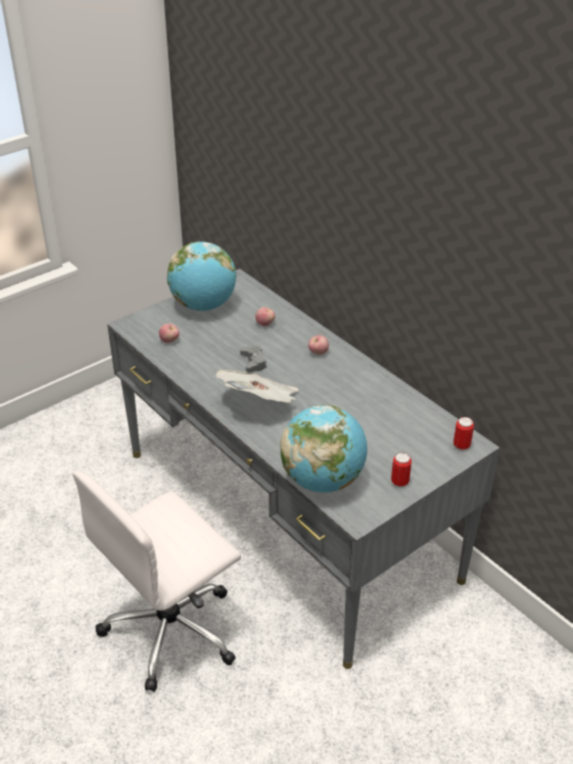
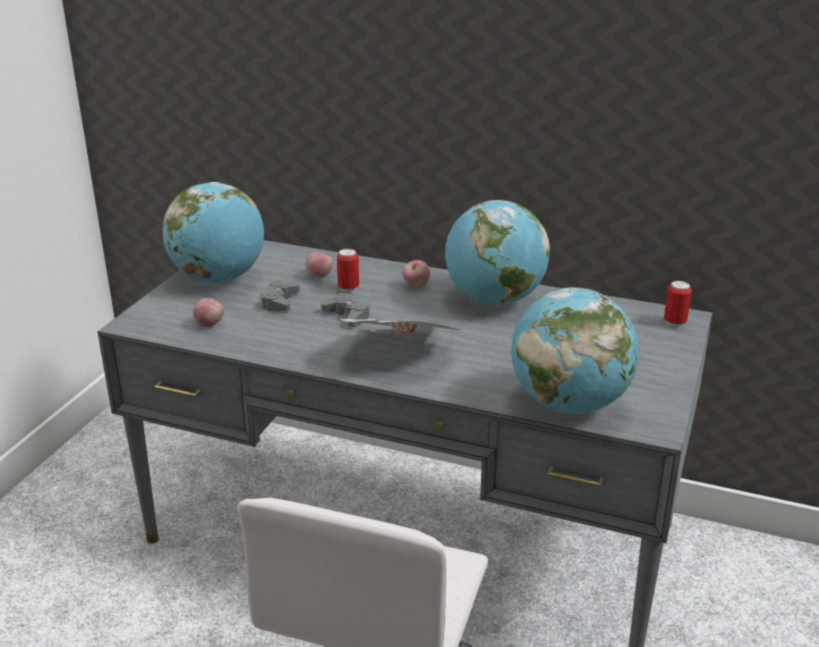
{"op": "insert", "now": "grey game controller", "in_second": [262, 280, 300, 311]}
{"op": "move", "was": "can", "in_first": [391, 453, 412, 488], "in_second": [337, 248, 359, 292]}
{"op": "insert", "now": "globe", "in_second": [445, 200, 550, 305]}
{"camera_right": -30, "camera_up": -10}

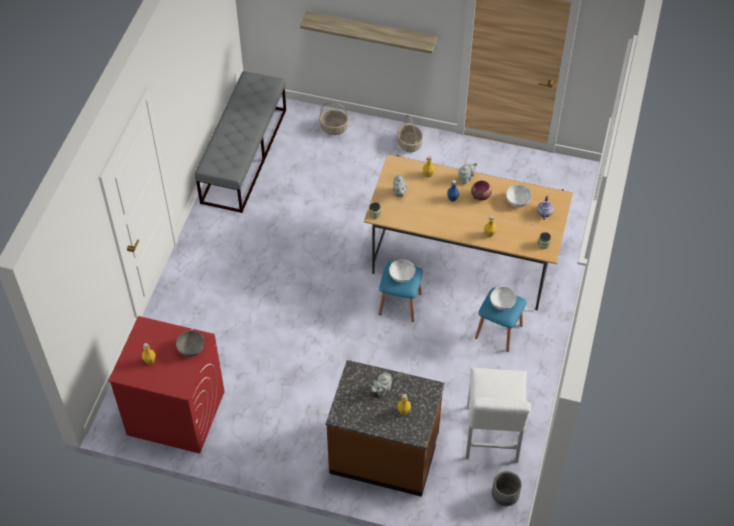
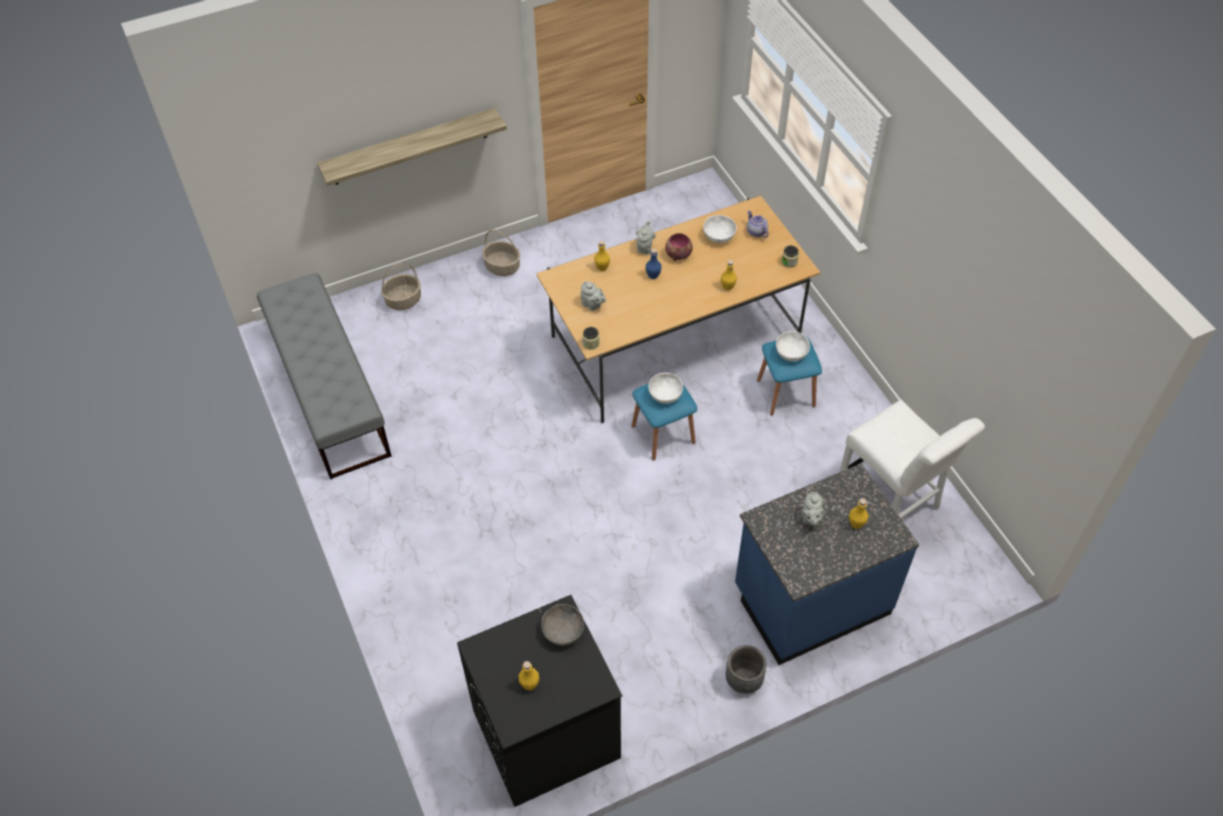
{"op": "recolor", "was": "red washing machine", "now": "black washing machine", "in_first": [108, 316, 225, 454], "in_second": [457, 595, 622, 807]}
{"op": "move", "was": "grey planter", "in_first": [492, 471, 521, 506], "in_second": [726, 645, 767, 694]}
{"op": "recolor", "was": "brown counter", "now": "blue counter", "in_first": [326, 360, 445, 497], "in_second": [735, 464, 919, 665]}
{"camera_right": -40, "camera_up": 0}

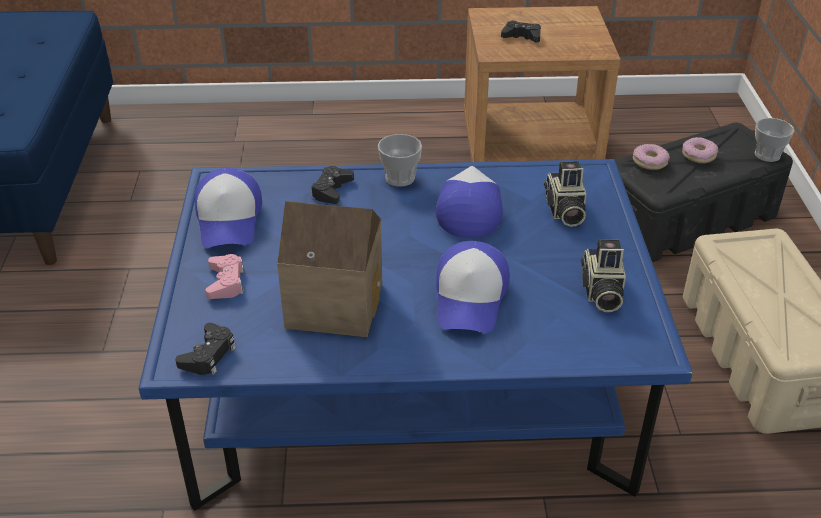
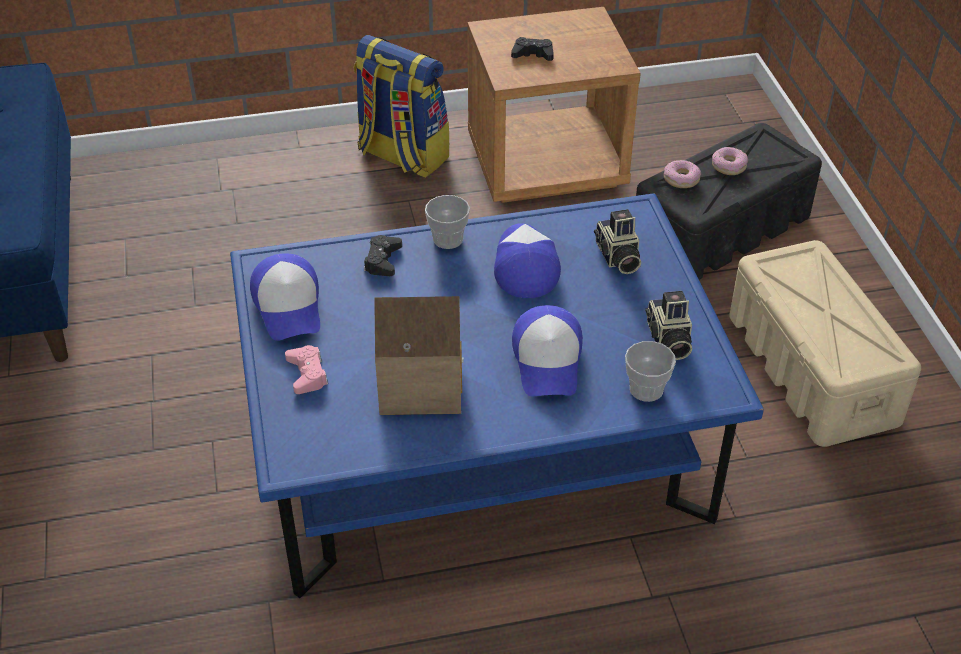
{"op": "insert", "now": "backpack", "in_second": [354, 35, 449, 178]}
{"op": "move", "was": "cup", "in_first": [755, 118, 794, 162], "in_second": [625, 341, 676, 402]}
{"op": "delete", "was": "black game controller", "in_first": [175, 323, 236, 375]}
{"camera_right": -10, "camera_up": 5}

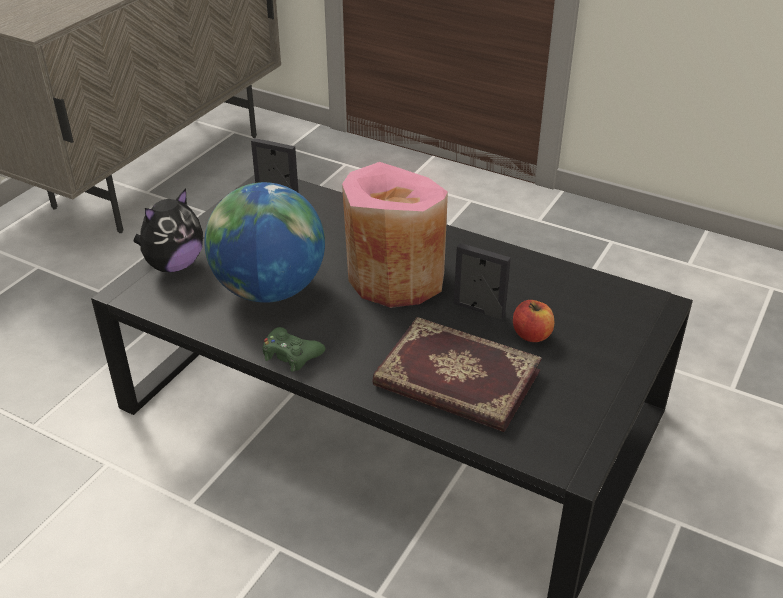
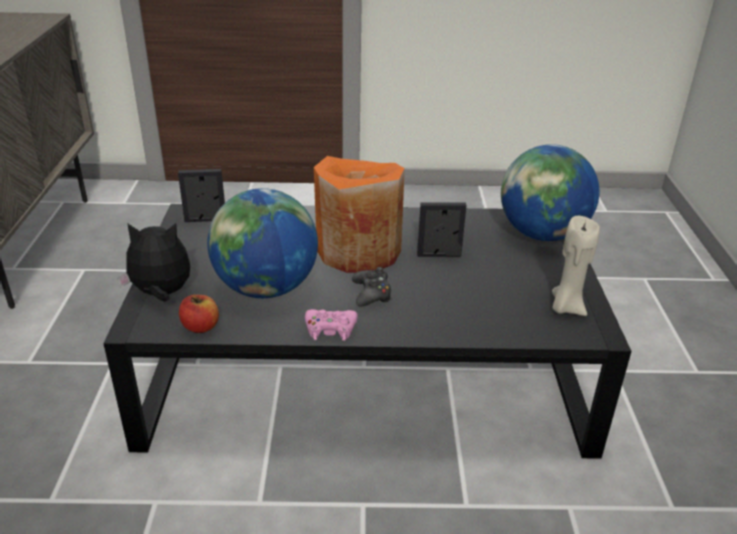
{"op": "rotate", "was": "plush toy", "in_first": [133, 189, 203, 272], "in_second": [117, 223, 190, 302], "clockwise": -105}
{"op": "move", "was": "apple", "in_first": [513, 300, 554, 342], "in_second": [179, 295, 219, 333]}
{"op": "recolor", "was": "green game controller", "now": "pink game controller", "in_first": [262, 327, 325, 372], "in_second": [305, 309, 358, 341]}
{"op": "recolor", "was": "pink vase", "now": "orange vase", "in_first": [342, 162, 448, 308], "in_second": [314, 156, 405, 273]}
{"op": "insert", "now": "black game controller", "in_second": [352, 267, 392, 306]}
{"op": "insert", "now": "globe", "in_second": [501, 144, 599, 241]}
{"op": "insert", "now": "beige candle", "in_second": [552, 216, 600, 316]}
{"op": "delete", "was": "book", "in_first": [372, 317, 542, 432]}
{"camera_right": -30, "camera_up": -5}

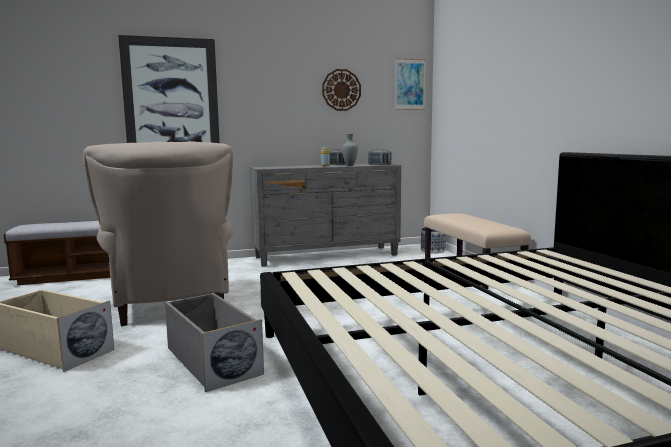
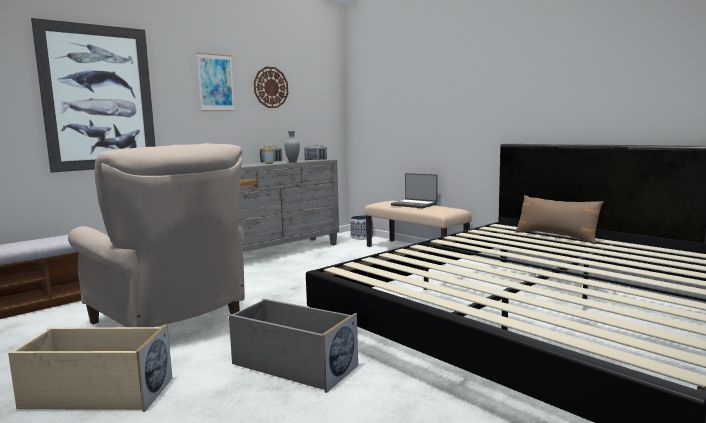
{"op": "move", "was": "picture", "in_first": [395, 58, 426, 110], "in_second": [197, 53, 235, 111]}
{"op": "insert", "now": "laptop", "in_second": [391, 173, 438, 208]}
{"op": "insert", "now": "brown pillow", "in_second": [515, 195, 604, 244]}
{"camera_right": -25, "camera_up": 0}

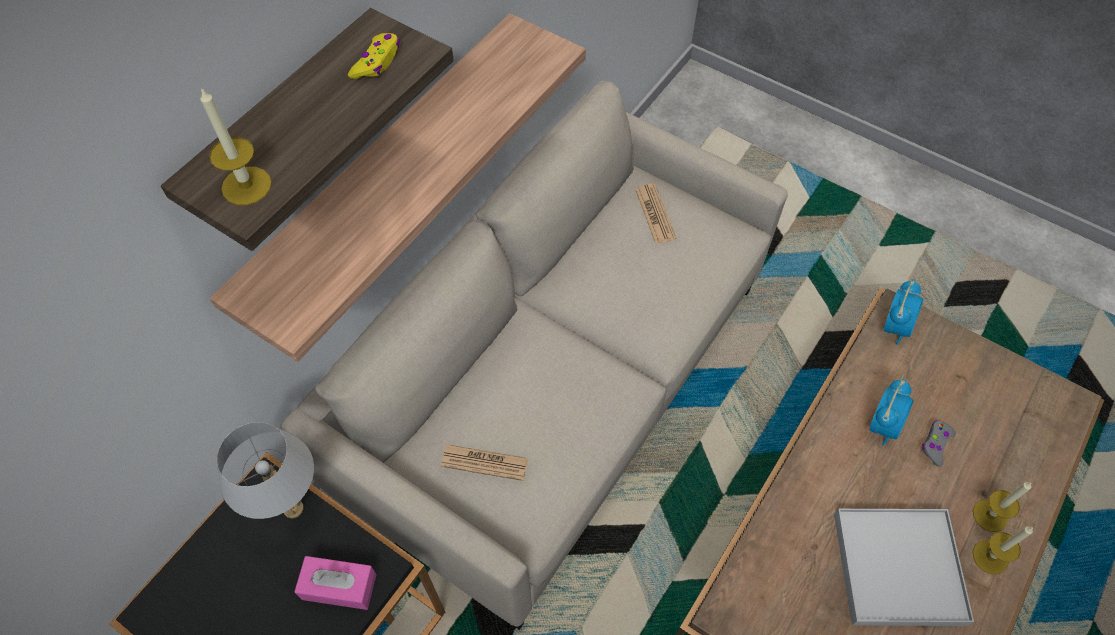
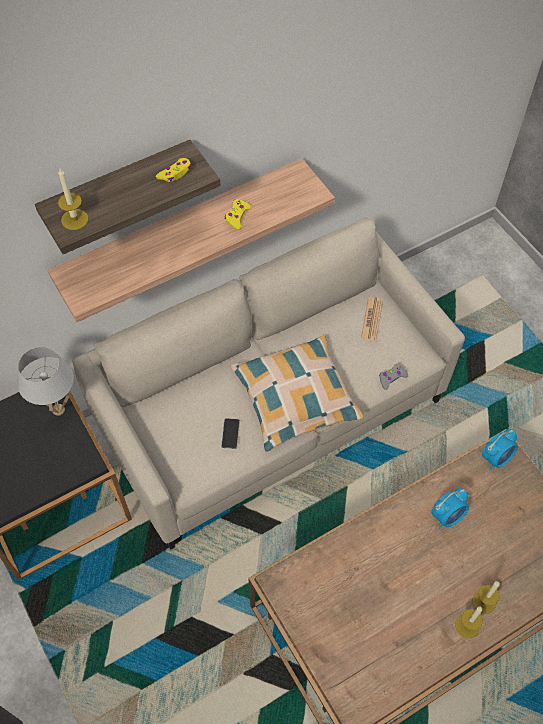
{"op": "insert", "now": "phone", "in_second": [221, 418, 240, 449]}
{"op": "insert", "now": "yellow game controller", "in_second": [225, 199, 252, 230]}
{"op": "insert", "now": "pillow", "in_second": [231, 336, 363, 452]}
{"op": "move", "was": "grey game controller", "in_first": [922, 421, 956, 467], "in_second": [379, 364, 408, 390]}
{"op": "delete", "was": "pink tissue box", "in_first": [294, 556, 377, 610]}
{"op": "delete", "was": "newspaper", "in_first": [441, 444, 528, 481]}
{"op": "delete", "was": "white tray", "in_first": [834, 509, 974, 626]}
{"camera_right": 25, "camera_up": 0}

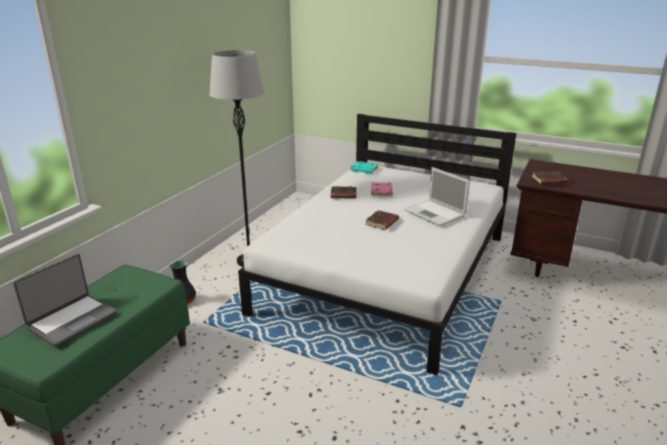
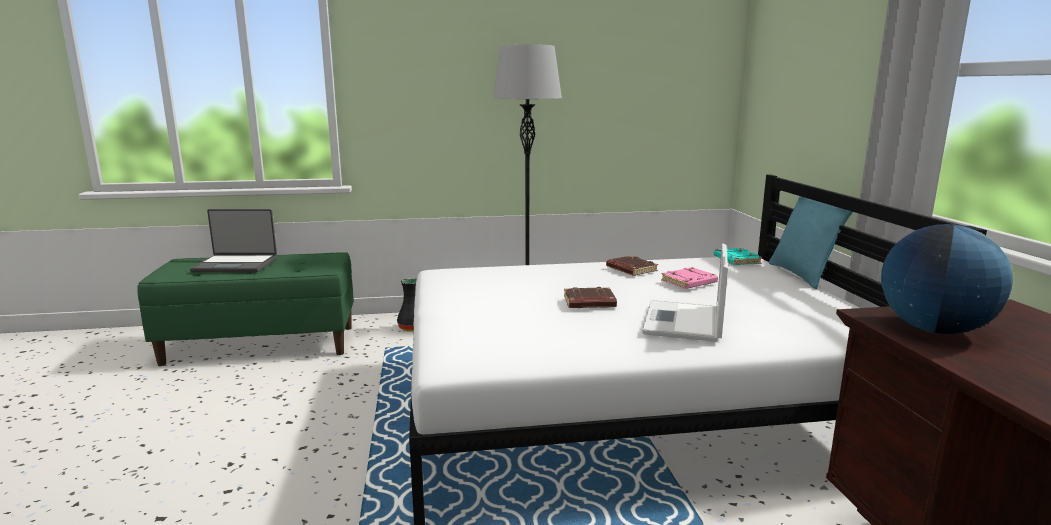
{"op": "insert", "now": "turquoise pillow", "in_second": [769, 196, 853, 289]}
{"op": "replace", "was": "brown book", "now": "globe", "in_first": [532, 171, 569, 185], "in_second": [881, 224, 1013, 334]}
{"camera_right": 55, "camera_up": -10}

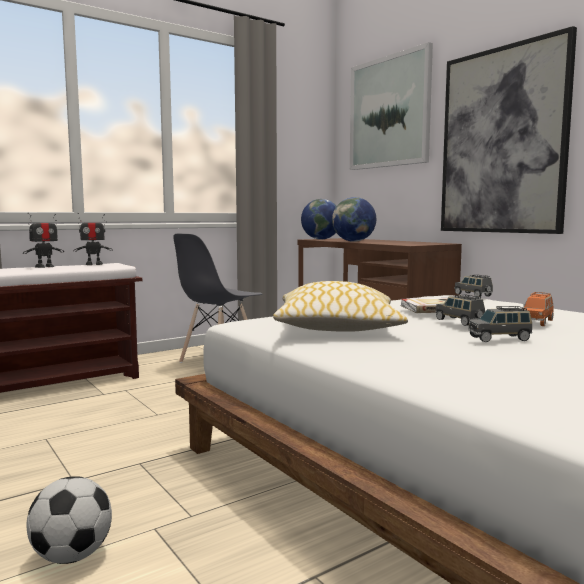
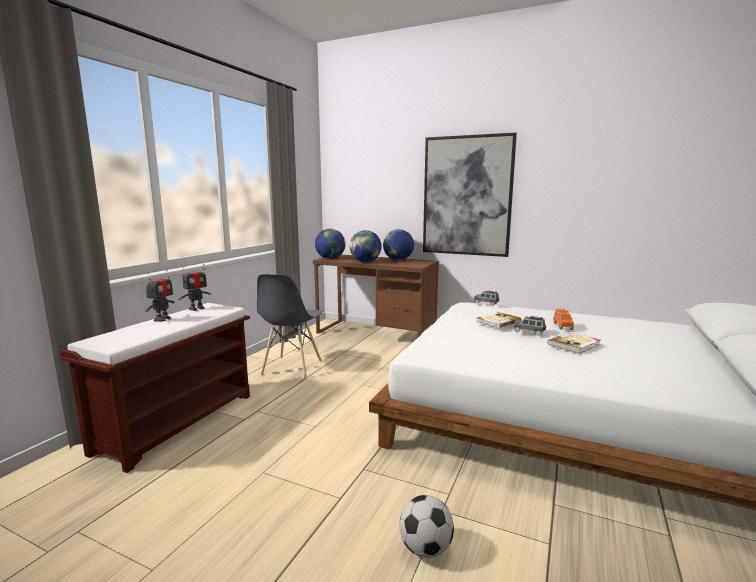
{"op": "insert", "now": "globe", "in_second": [383, 229, 414, 261]}
{"op": "replace", "was": "grey toy car", "now": "book", "in_first": [468, 306, 532, 342], "in_second": [547, 332, 601, 354]}
{"op": "delete", "was": "pillow", "in_first": [273, 281, 408, 332]}
{"op": "delete", "was": "picture", "in_first": [350, 42, 433, 170]}
{"camera_right": -30, "camera_up": 5}

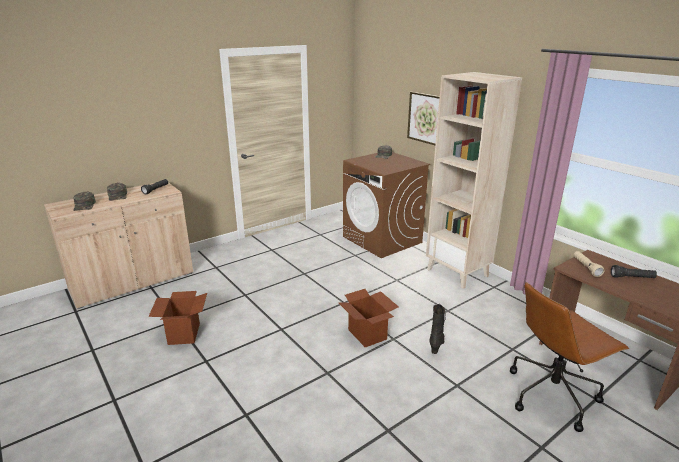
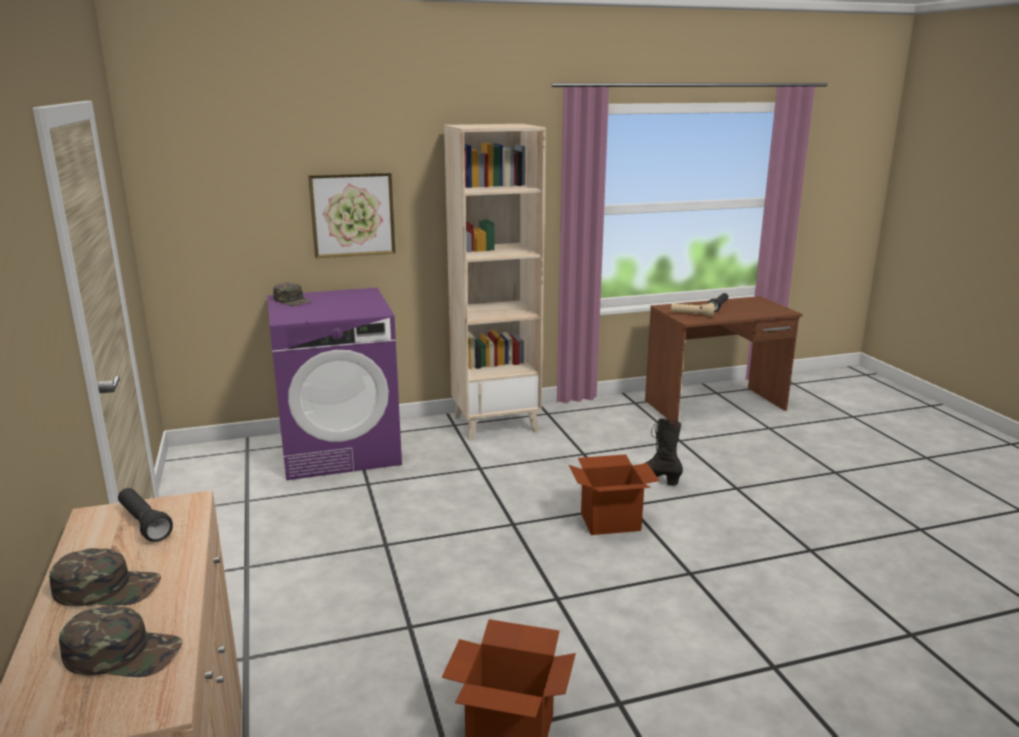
{"op": "recolor", "was": "brown washing machine", "now": "purple washing machine", "in_first": [343, 152, 430, 258], "in_second": [267, 288, 402, 480]}
{"op": "delete", "was": "brown office chair", "in_first": [510, 282, 629, 432]}
{"camera_right": -70, "camera_up": -5}

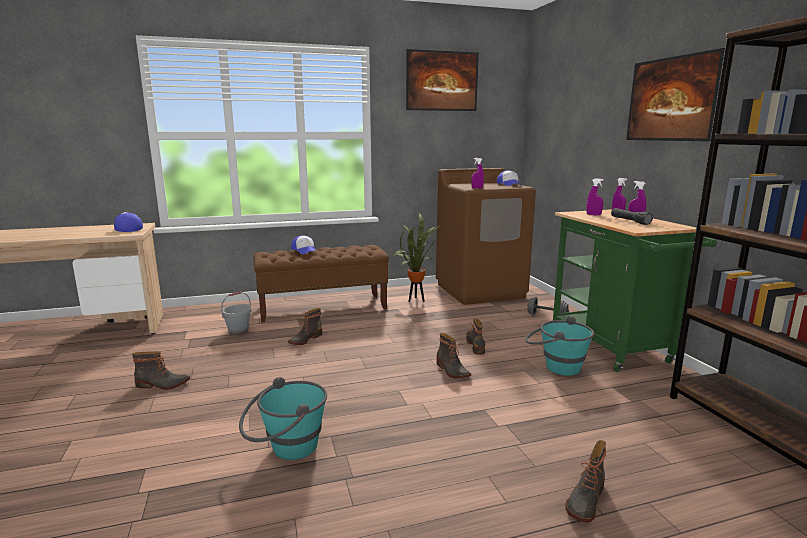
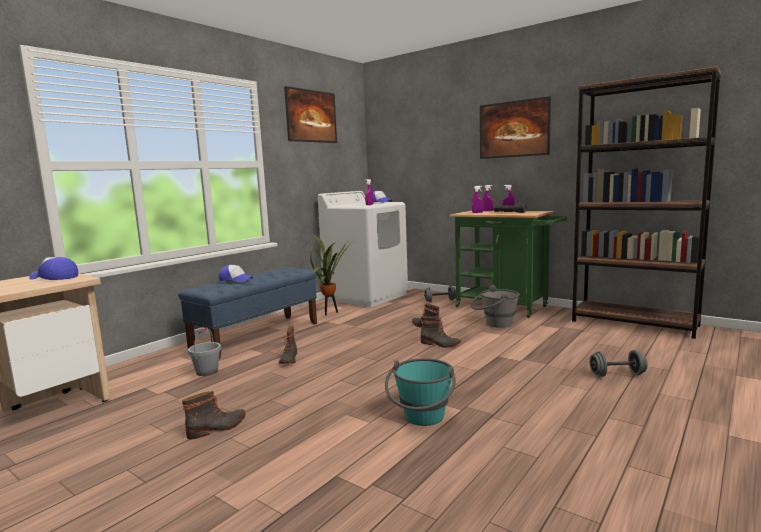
{"op": "recolor", "was": "brown bench", "now": "blue bench", "in_first": [253, 245, 389, 322], "in_second": [178, 267, 317, 359]}
{"op": "recolor", "was": "brown washing machine", "now": "white washing machine", "in_first": [436, 168, 536, 305], "in_second": [318, 191, 408, 307]}
{"op": "recolor", "was": "turquoise bucket", "now": "grey bucket", "in_first": [525, 316, 594, 376], "in_second": [470, 285, 520, 328]}
{"op": "replace", "was": "boot", "now": "grey dumbbell", "in_first": [565, 440, 606, 523], "in_second": [590, 350, 647, 377]}
{"camera_right": -35, "camera_up": -5}

